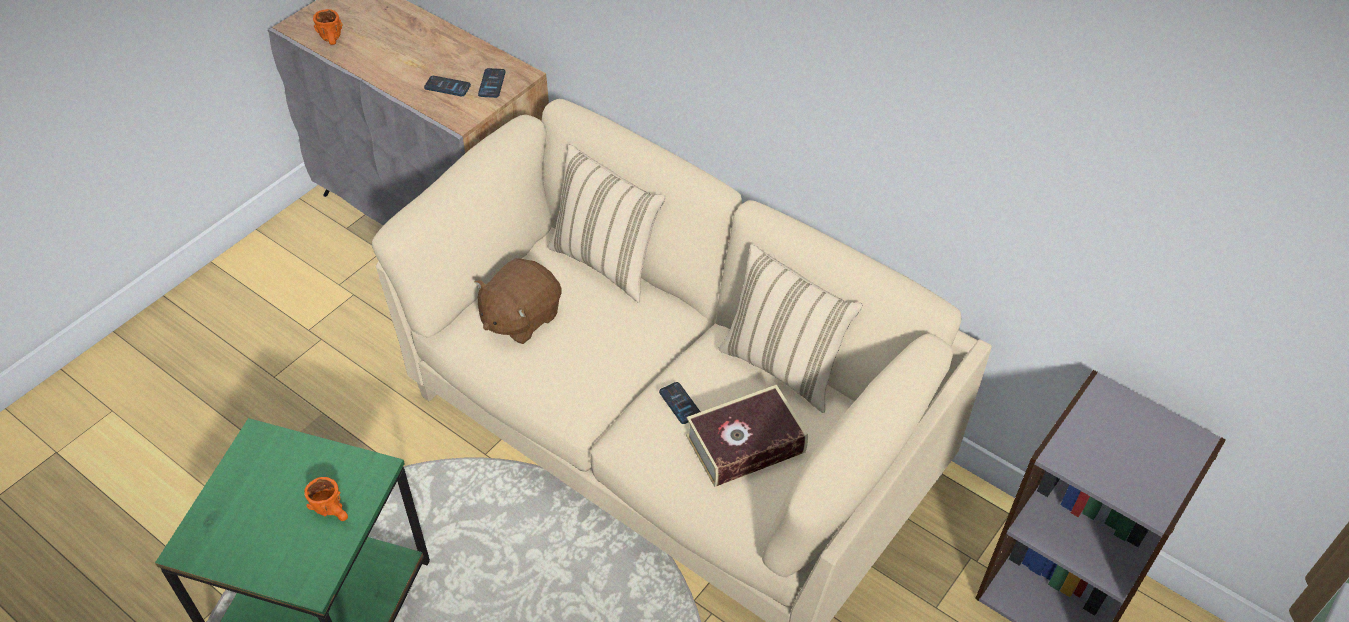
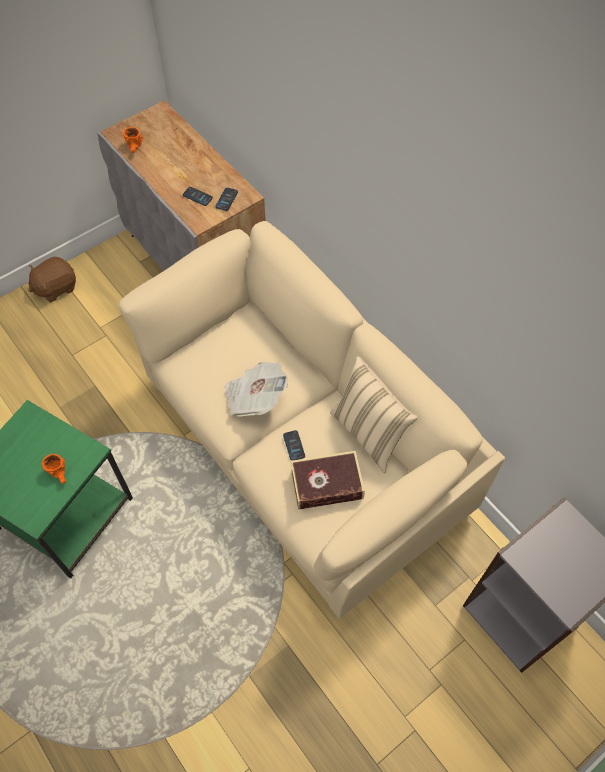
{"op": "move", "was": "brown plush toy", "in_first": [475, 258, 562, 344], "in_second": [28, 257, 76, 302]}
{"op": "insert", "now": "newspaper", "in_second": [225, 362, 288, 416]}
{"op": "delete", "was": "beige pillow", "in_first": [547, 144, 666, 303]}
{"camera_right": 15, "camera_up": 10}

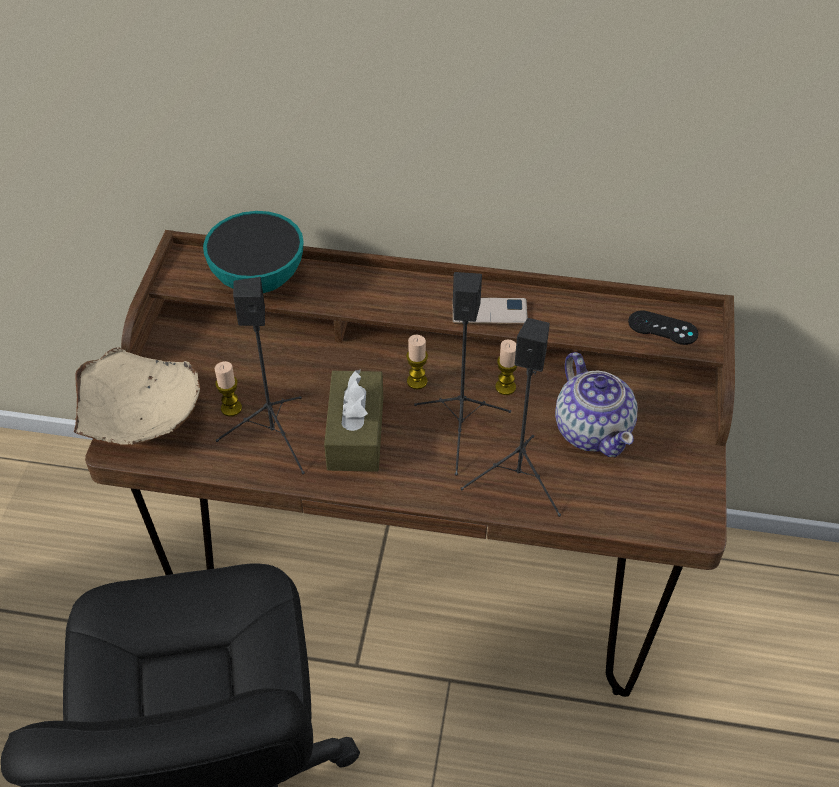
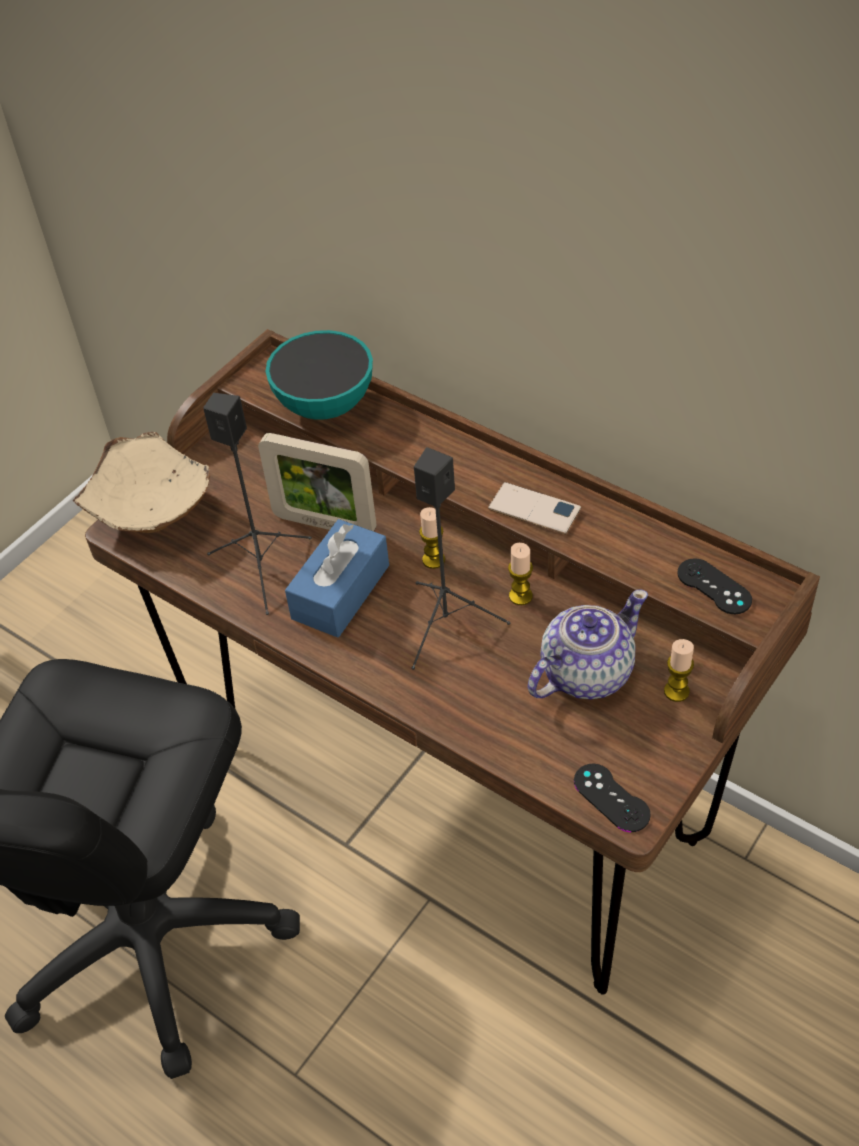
{"op": "insert", "now": "picture frame", "in_second": [258, 433, 377, 531]}
{"op": "recolor", "was": "brown tissue box", "now": "blue tissue box", "in_first": [324, 369, 383, 472], "in_second": [285, 519, 389, 638]}
{"op": "rotate", "was": "teapot", "in_first": [555, 352, 638, 457], "in_second": [527, 590, 648, 699], "clockwise": -135}
{"op": "insert", "now": "black game controller", "in_second": [574, 764, 651, 832]}
{"op": "move", "was": "candle", "in_first": [215, 361, 242, 417], "in_second": [664, 639, 694, 702]}
{"op": "delete", "was": "black speaker", "in_first": [460, 318, 561, 517]}
{"camera_right": 30, "camera_up": 0}

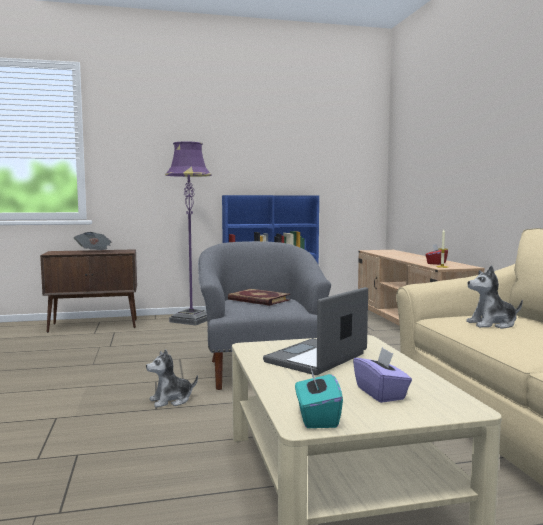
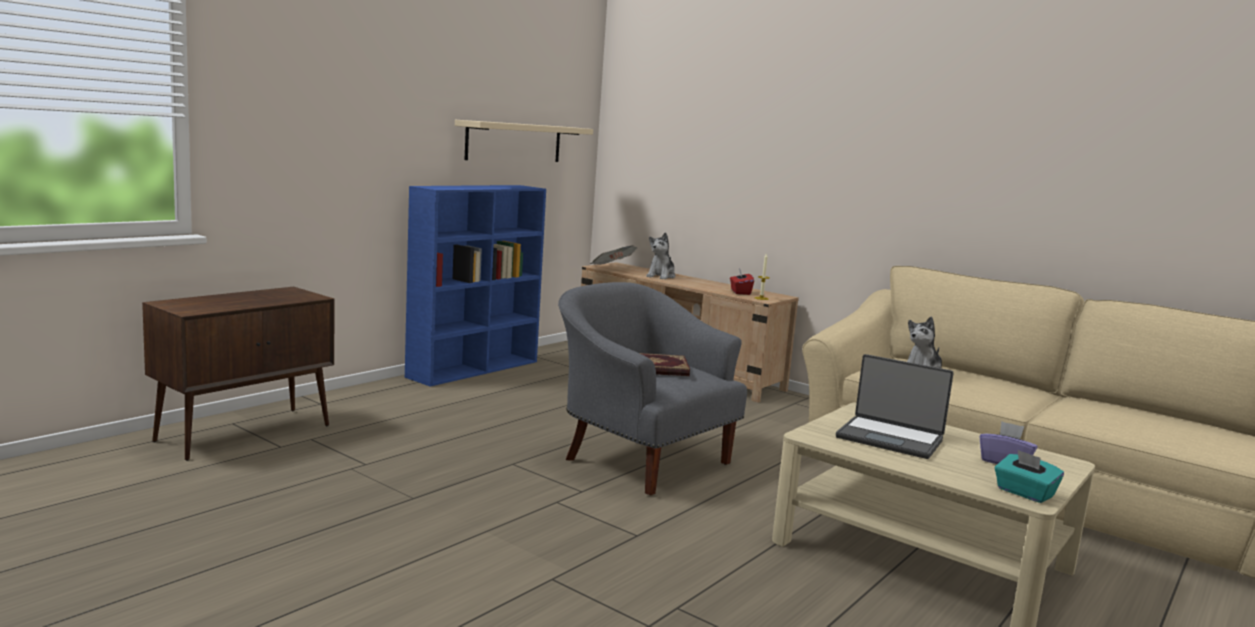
{"op": "insert", "now": "beige shelf", "in_second": [455, 120, 593, 162]}
{"op": "move", "was": "newspaper", "in_first": [74, 232, 111, 250], "in_second": [590, 245, 637, 265]}
{"op": "move", "was": "plush toy", "in_first": [146, 349, 198, 407], "in_second": [646, 232, 676, 279]}
{"op": "rotate", "was": "laptop", "in_first": [263, 287, 368, 375], "in_second": [836, 354, 954, 459], "clockwise": -60}
{"op": "delete", "was": "purple floor lamp", "in_first": [165, 142, 212, 325]}
{"camera_right": -40, "camera_up": 5}

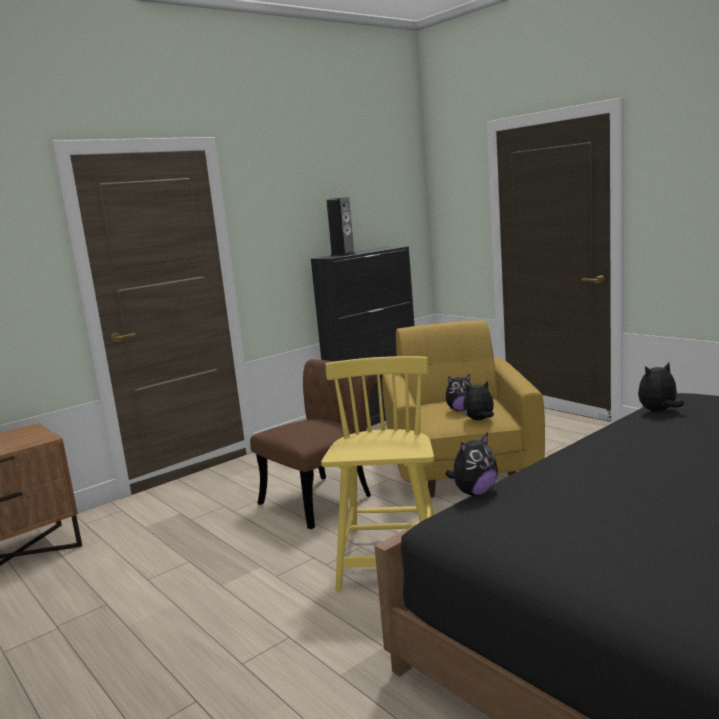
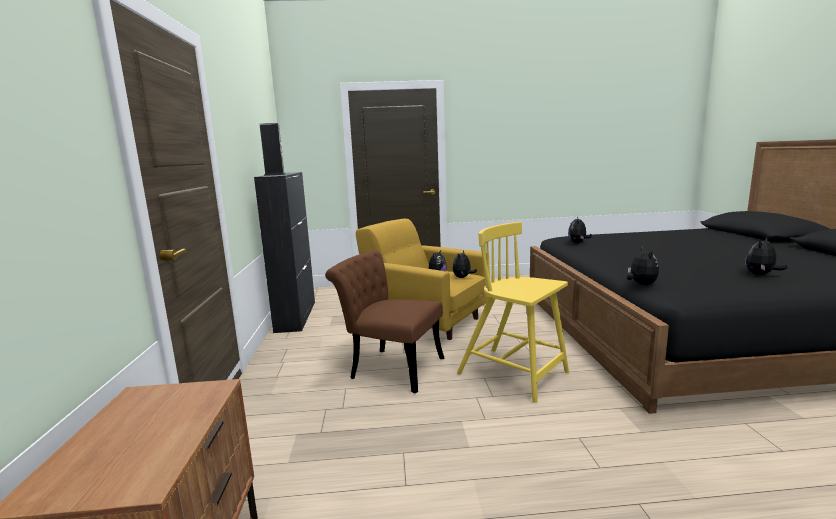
{"op": "rotate", "was": "brown chair", "in_first": [250, 359, 378, 529], "in_second": [325, 250, 444, 394], "clockwise": -60}
{"op": "insert", "now": "plush toy", "in_second": [745, 237, 787, 275]}
{"camera_right": -55, "camera_up": 0}

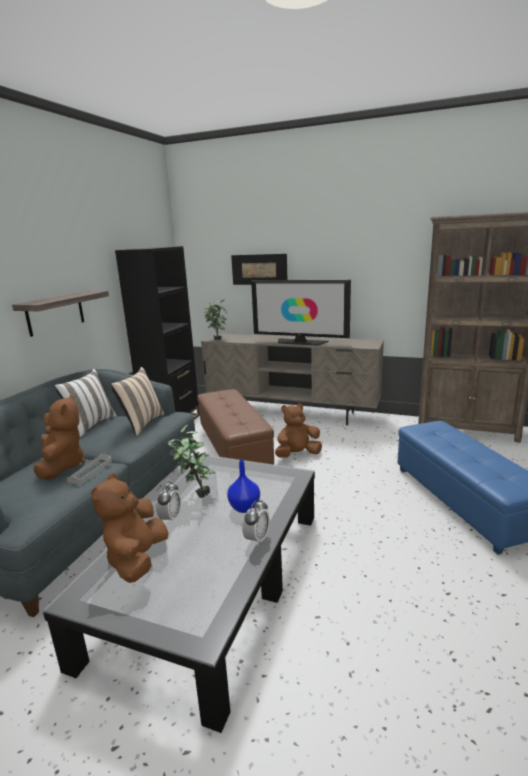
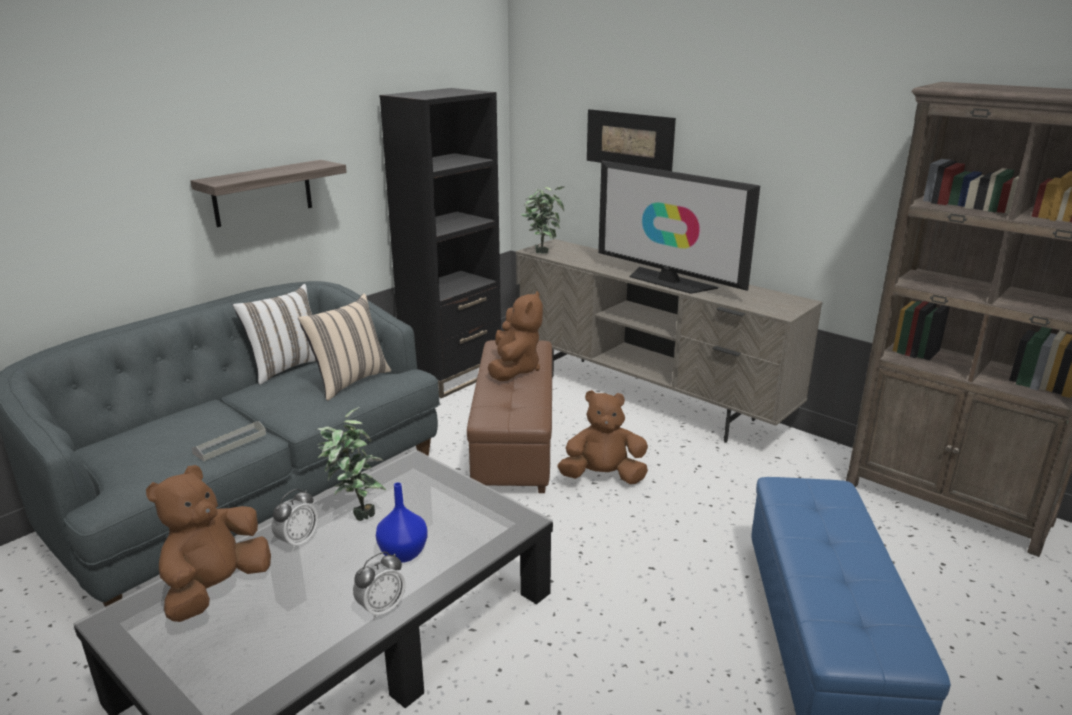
{"op": "move", "was": "brown plush toy", "in_first": [34, 395, 86, 480], "in_second": [488, 291, 543, 381]}
{"camera_right": 20, "camera_up": 5}

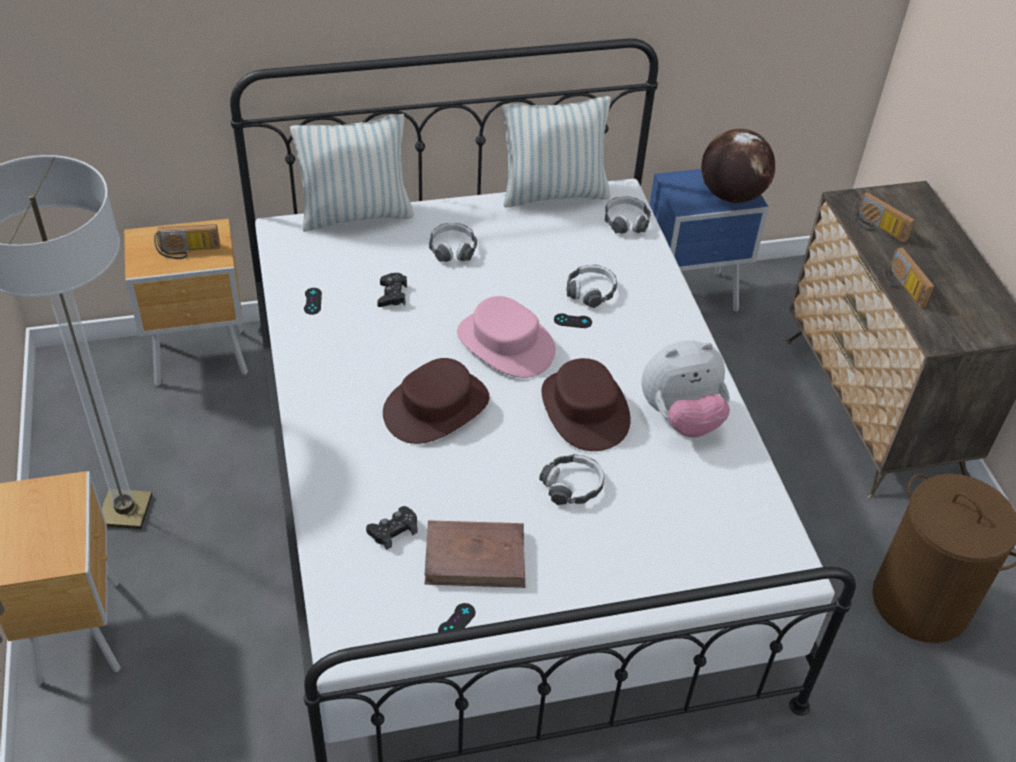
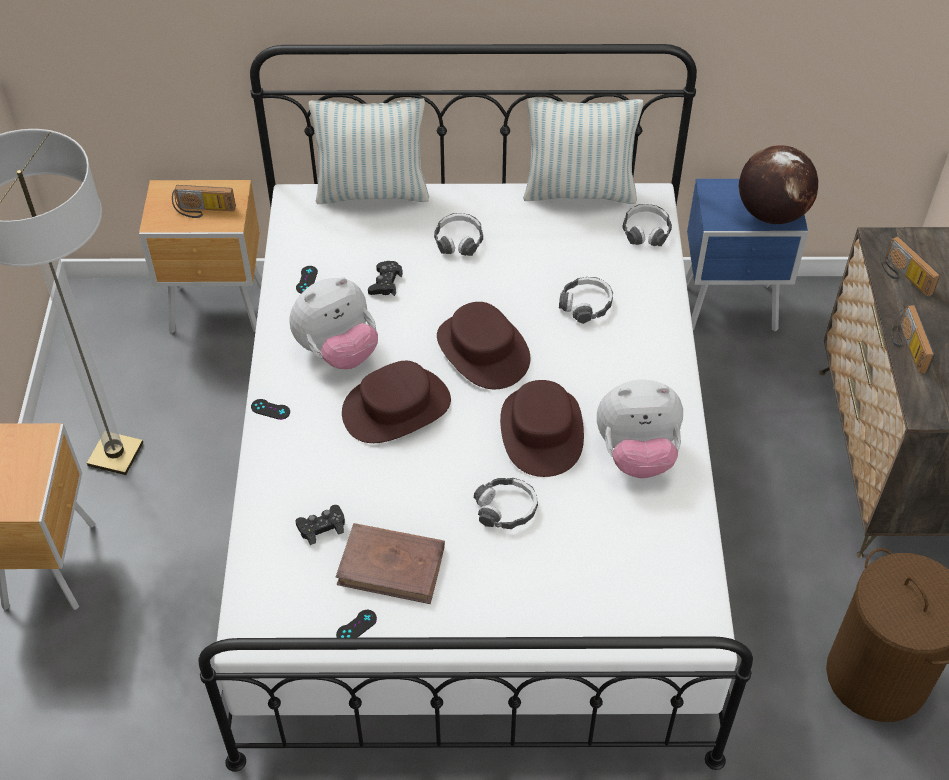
{"op": "move", "was": "black game controller", "in_first": [554, 313, 592, 328], "in_second": [251, 399, 290, 420]}
{"op": "insert", "now": "plush toy", "in_second": [289, 277, 378, 369]}
{"op": "recolor", "was": "pink hat", "now": "brown hat", "in_first": [457, 296, 556, 378], "in_second": [437, 302, 530, 389]}
{"camera_right": 15, "camera_up": 5}

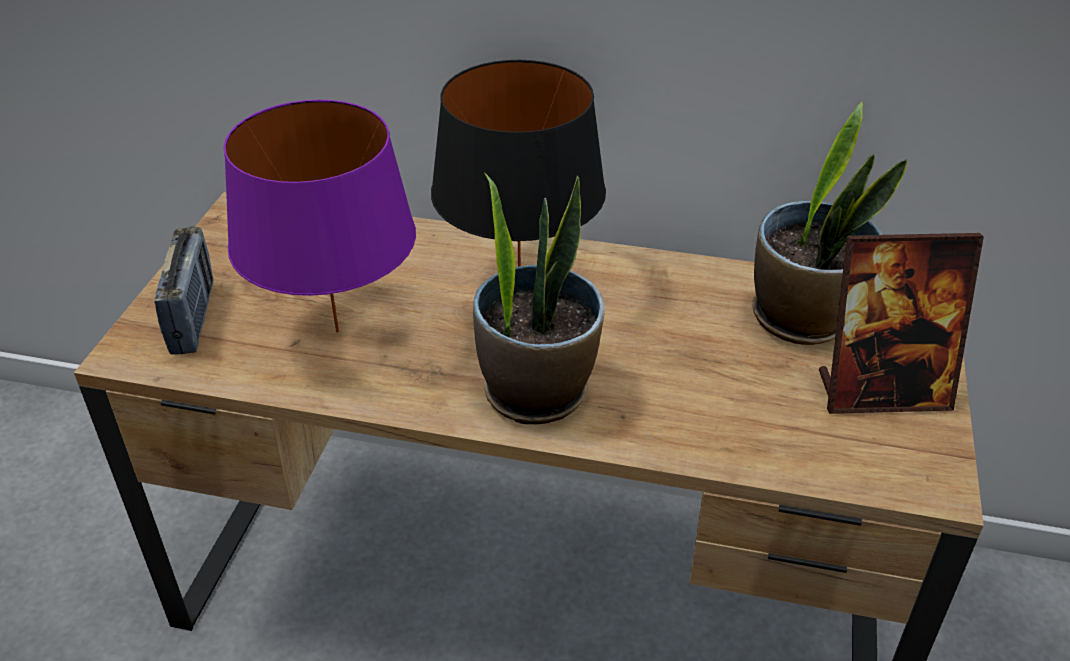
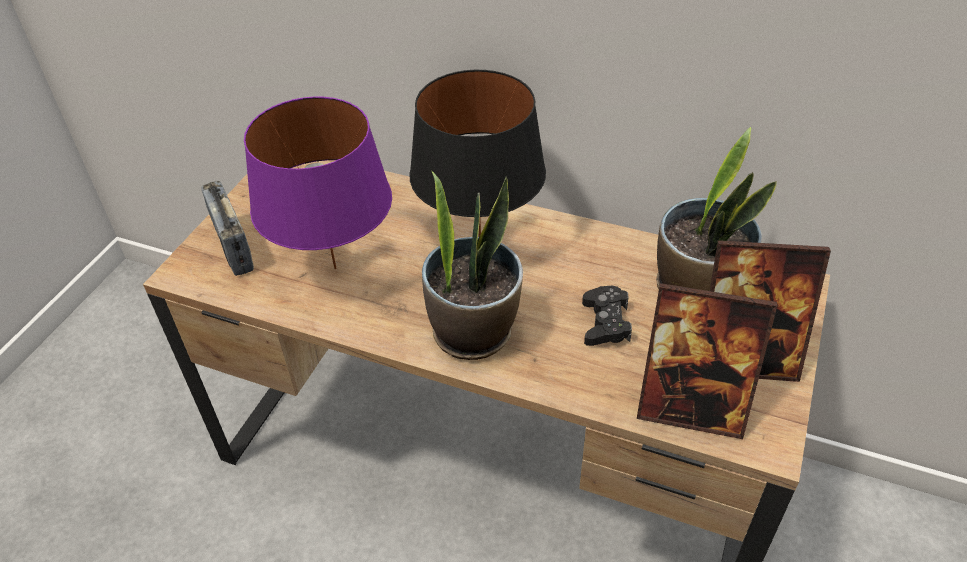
{"op": "rotate", "was": "radio", "in_first": [154, 226, 213, 354], "in_second": [201, 181, 254, 276], "clockwise": 150}
{"op": "insert", "now": "black game controller", "in_second": [582, 286, 632, 346]}
{"op": "insert", "now": "picture frame", "in_second": [637, 283, 777, 439]}
{"camera_right": 10, "camera_up": 5}

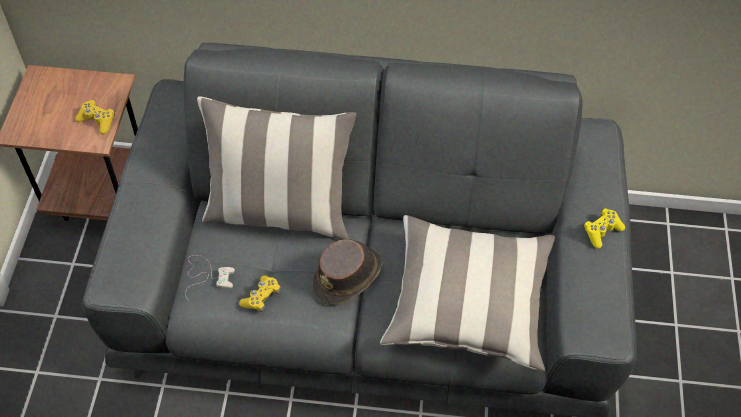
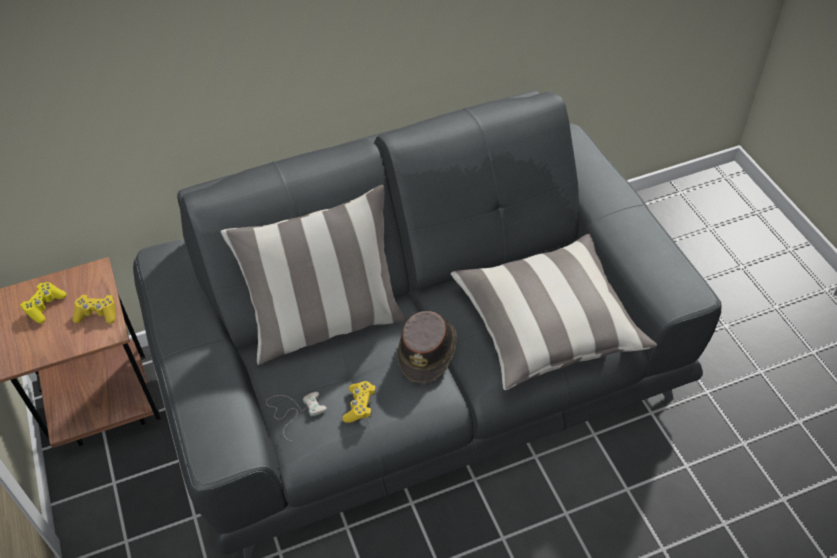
{"op": "move", "was": "yellow game controller", "in_first": [584, 208, 625, 249], "in_second": [20, 282, 67, 324]}
{"camera_right": -25, "camera_up": -5}

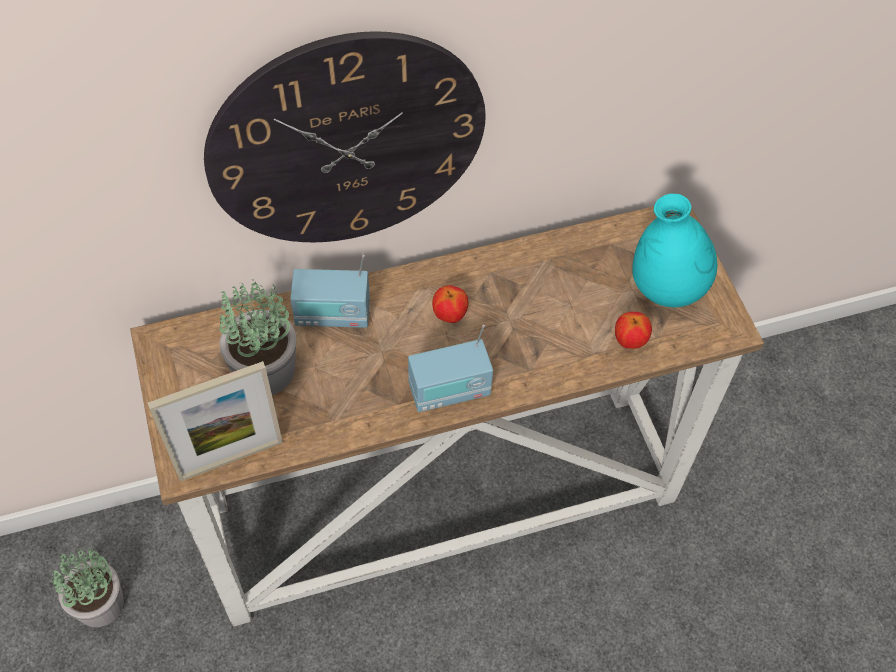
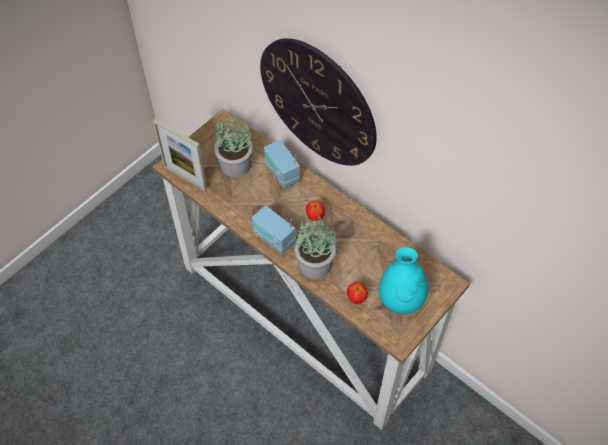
{"op": "move", "was": "potted plant", "in_first": [52, 548, 124, 627], "in_second": [295, 217, 336, 279]}
{"camera_right": 60, "camera_up": 0}

